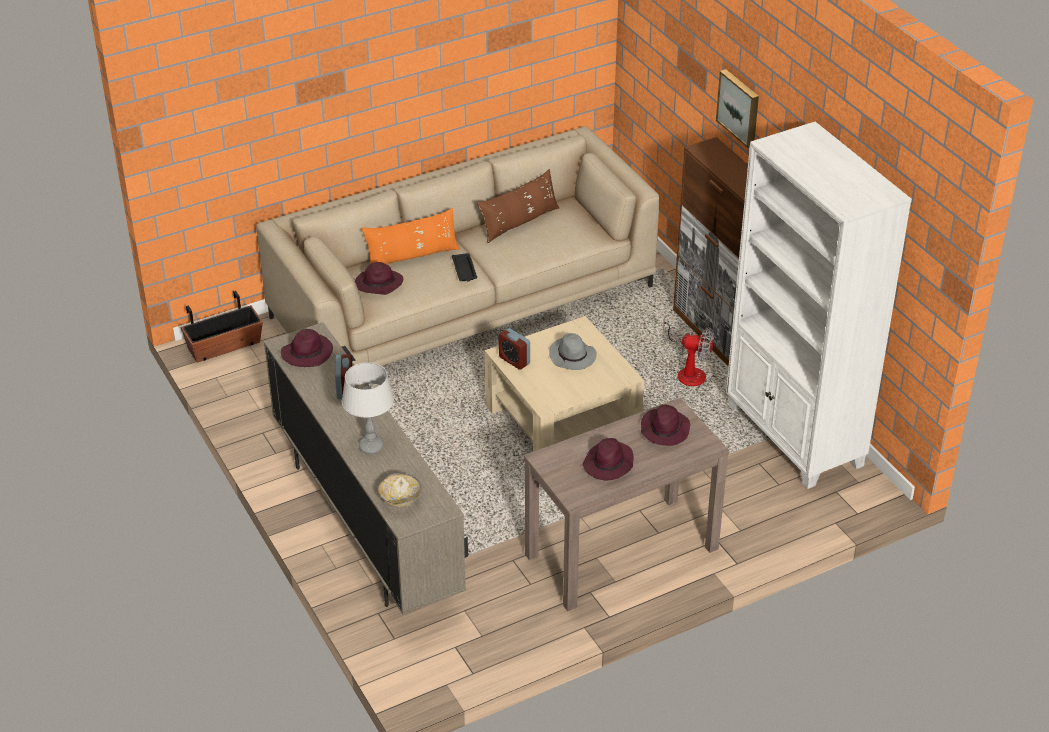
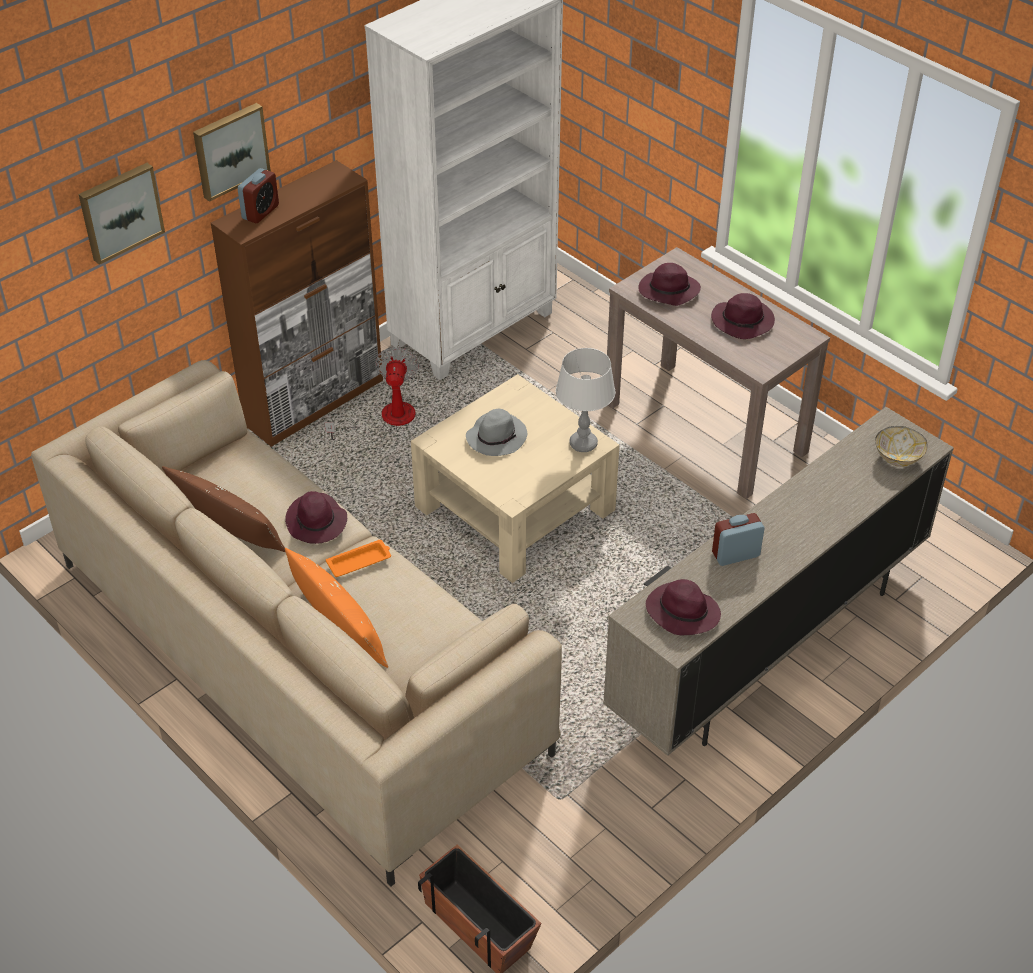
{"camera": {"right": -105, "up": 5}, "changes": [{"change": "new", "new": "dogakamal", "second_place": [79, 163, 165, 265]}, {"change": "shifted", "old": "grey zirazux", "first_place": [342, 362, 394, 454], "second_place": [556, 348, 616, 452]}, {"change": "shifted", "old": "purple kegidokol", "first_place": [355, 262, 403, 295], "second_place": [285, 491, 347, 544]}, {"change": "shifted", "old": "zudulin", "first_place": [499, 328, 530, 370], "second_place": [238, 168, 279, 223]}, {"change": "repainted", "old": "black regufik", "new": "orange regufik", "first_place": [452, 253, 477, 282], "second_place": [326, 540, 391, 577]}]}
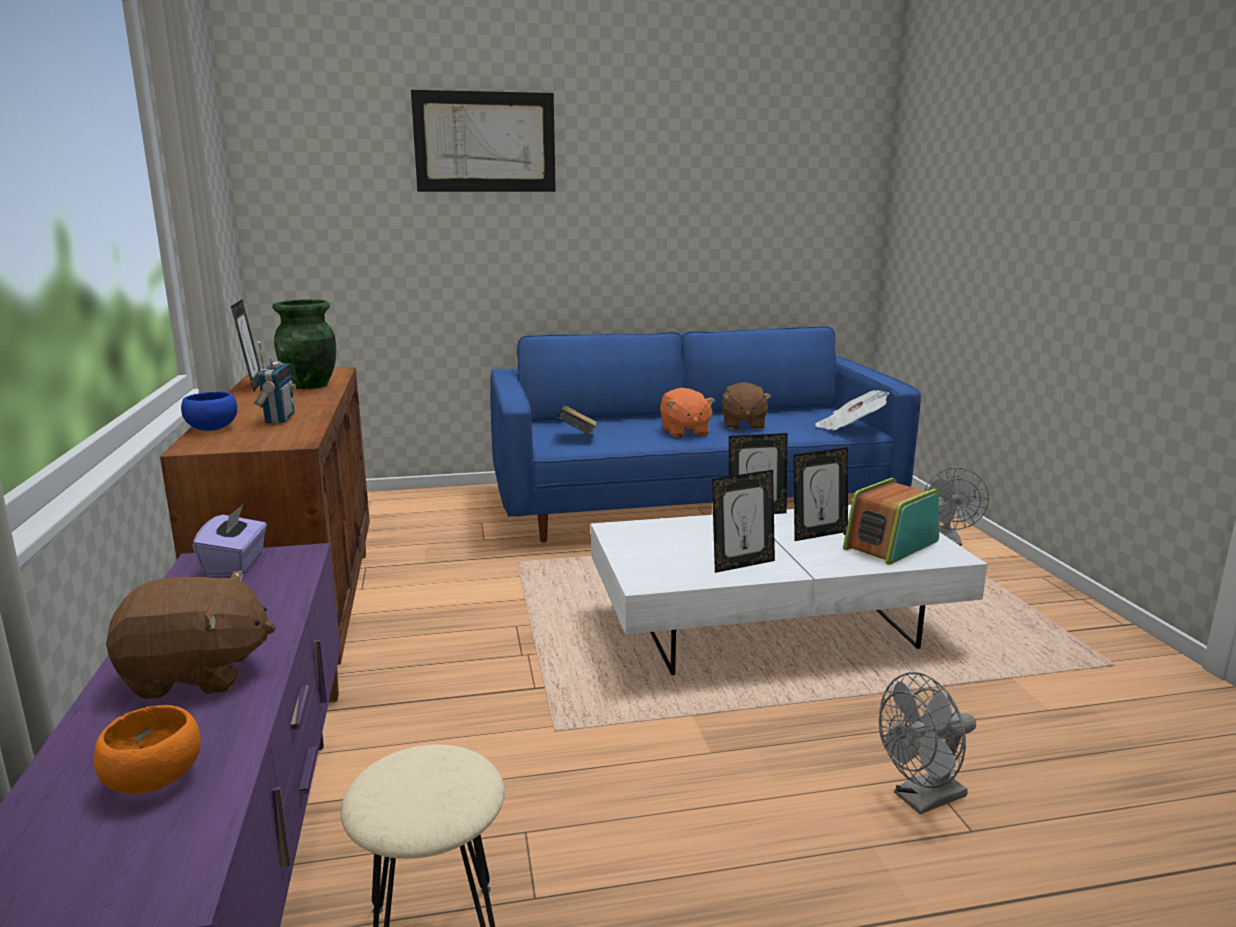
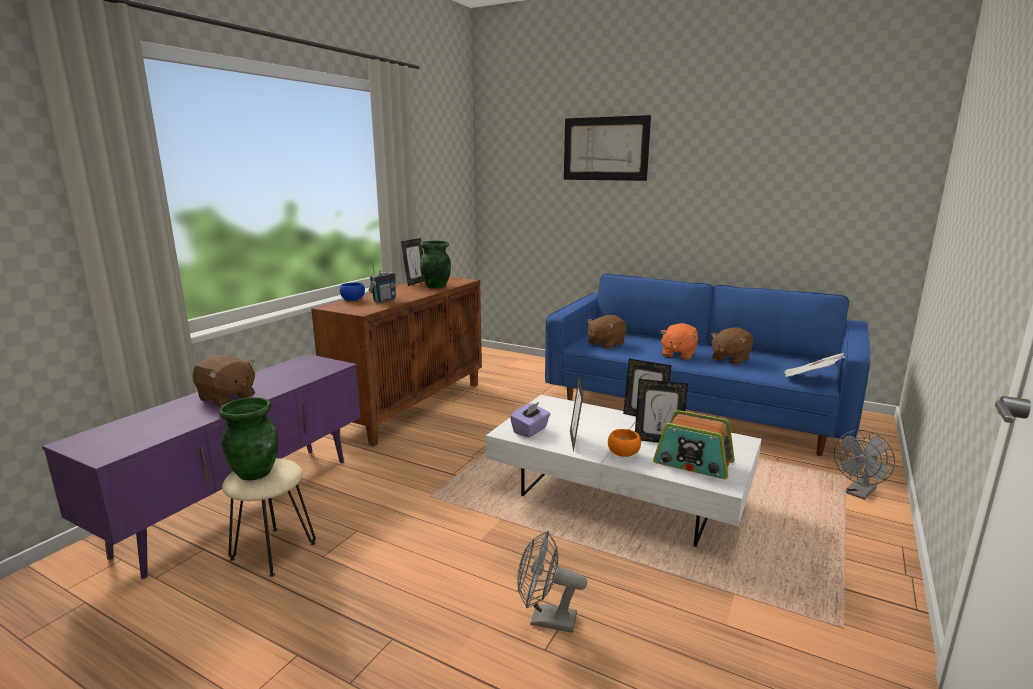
{"camera": {"right": 40, "up": 0}, "changes": [{"change": "new", "new": "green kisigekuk", "second_place": [219, 397, 278, 481]}, {"change": "shifted", "old": "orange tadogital", "first_place": [94, 705, 201, 794], "second_place": [608, 429, 641, 457]}, {"change": "shifted", "old": "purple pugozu", "first_place": [193, 505, 267, 577], "second_place": [510, 402, 550, 438]}, {"change": "swapped", "old": "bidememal", "new": "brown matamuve", "first_place": [557, 406, 597, 436], "second_place": [587, 315, 627, 349]}, {"change": "rotated", "old": "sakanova", "first_place": [712, 470, 775, 573], "second_place": [570, 375, 584, 452], "degrees": 75}, {"change": "rotated", "old": "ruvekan", "first_place": [843, 478, 939, 565], "second_place": [653, 410, 735, 479], "degrees": -150}]}
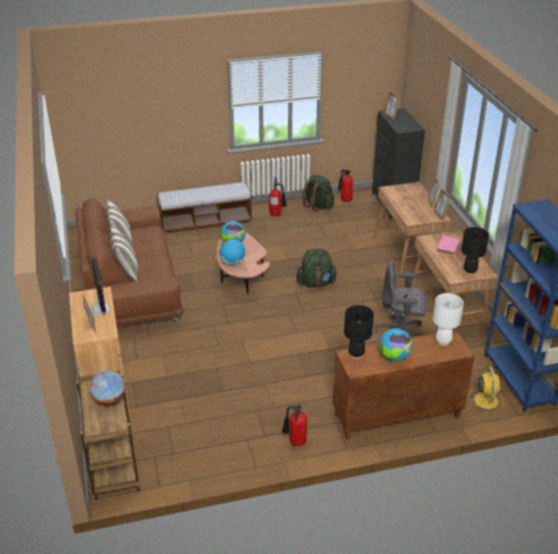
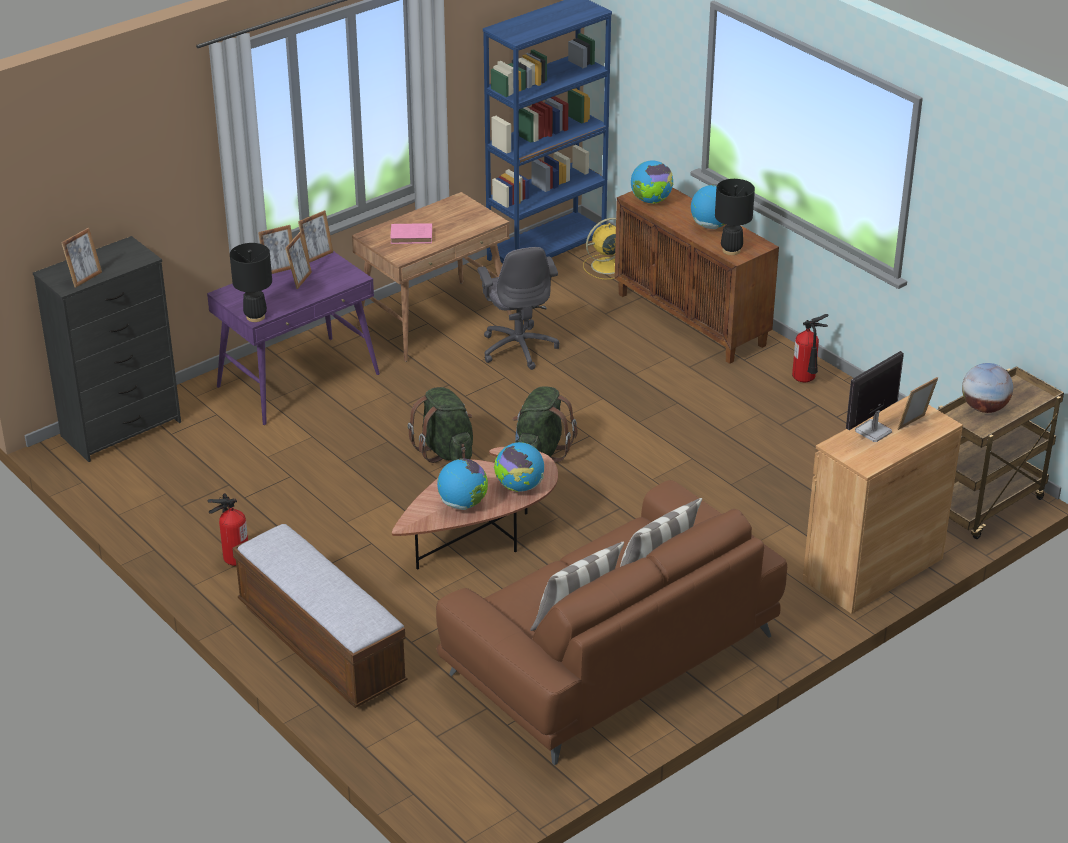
{"camera": {"right": -115, "up": 0}, "changes": [{"change": "gone", "old": "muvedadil", "first_place": [338, 169, 353, 202]}, {"change": "new", "new": "sakanova", "second_place": [285, 232, 312, 289]}, {"change": "shifted", "old": "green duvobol", "first_place": [302, 175, 334, 211], "second_place": [512, 386, 578, 462]}, {"change": "shifted", "old": "black zirazux", "first_place": [461, 227, 489, 275], "second_place": [230, 243, 272, 322]}, {"change": "swapped", "old": "white zirazux", "new": "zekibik", "first_place": [433, 293, 464, 347], "second_place": [631, 160, 673, 204]}, {"change": "repainted", "old": "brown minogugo", "new": "purple minogugo", "first_place": [373, 182, 451, 280], "second_place": [207, 251, 380, 425]}]}
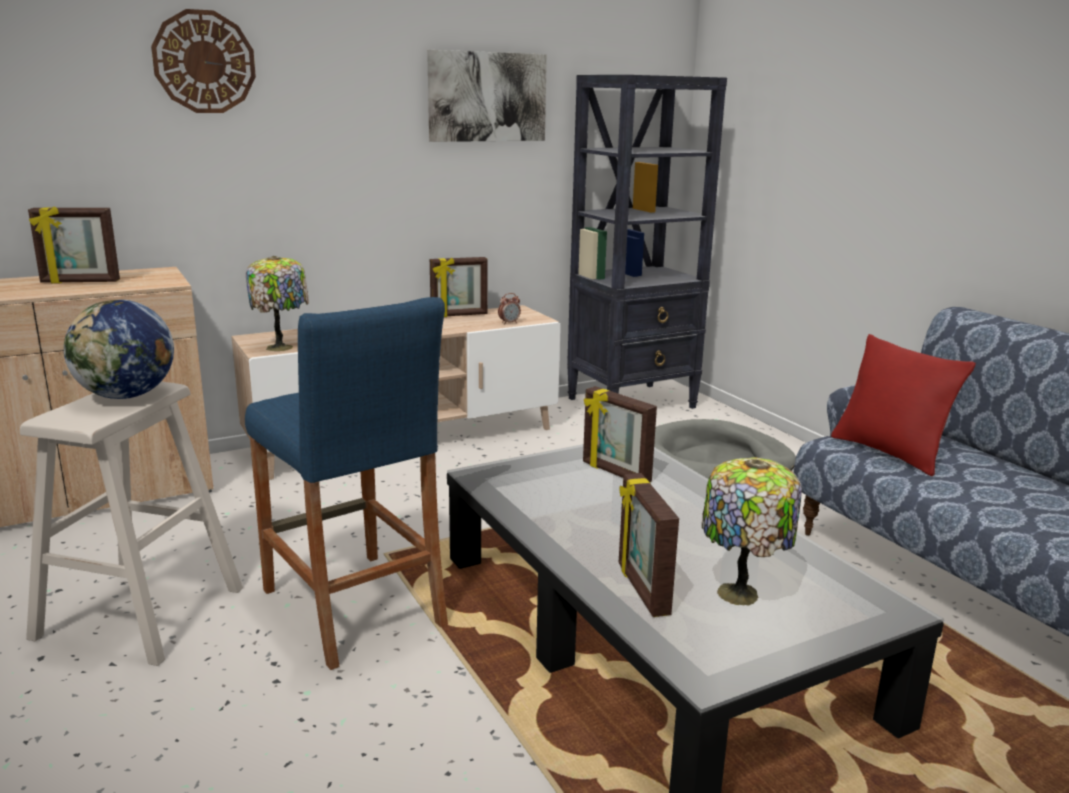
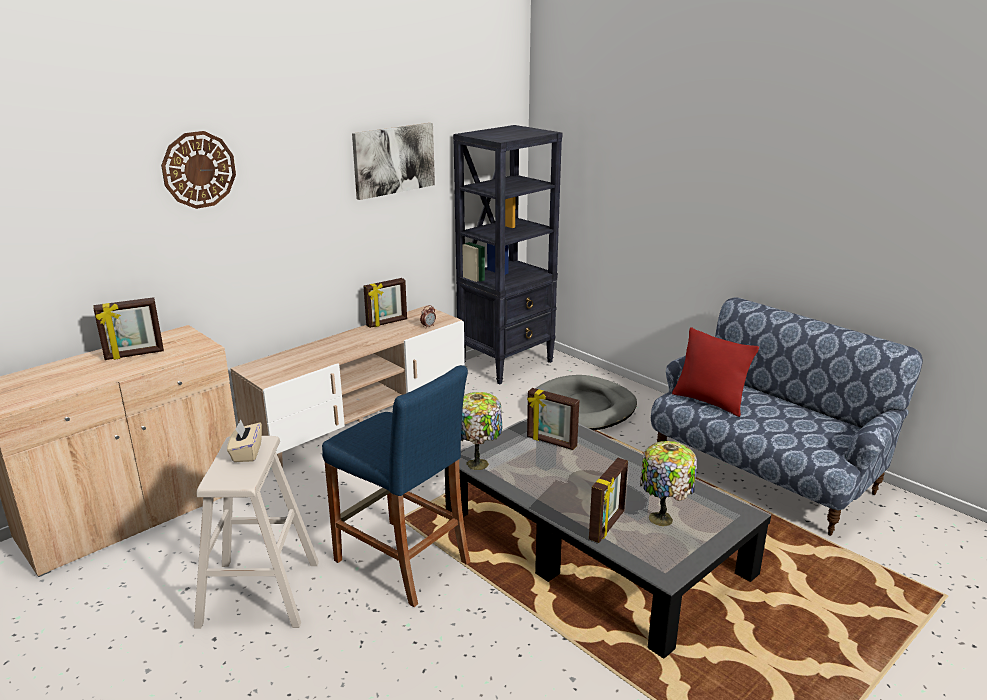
{"camera": {"right": -15, "up": 5}, "changes": [{"change": "shifted", "old": "zirazux", "first_place": [246, 256, 309, 351], "second_place": [461, 392, 502, 470]}, {"change": "swapped", "old": "zekibik", "new": "beige pugozu", "first_place": [64, 299, 174, 399], "second_place": [227, 420, 262, 462]}, {"change": "rotated", "old": "sakanova", "first_place": [619, 473, 679, 617], "second_place": [589, 458, 628, 543], "degrees": -120}]}
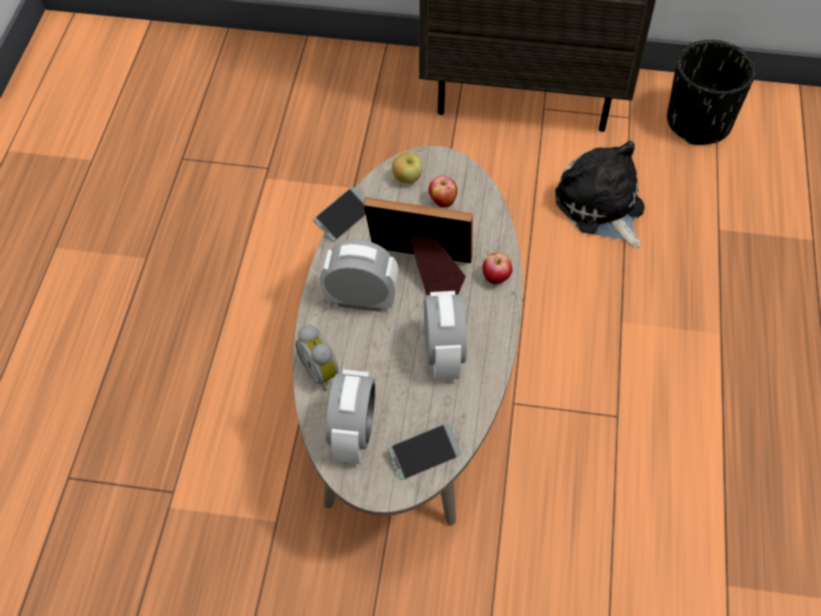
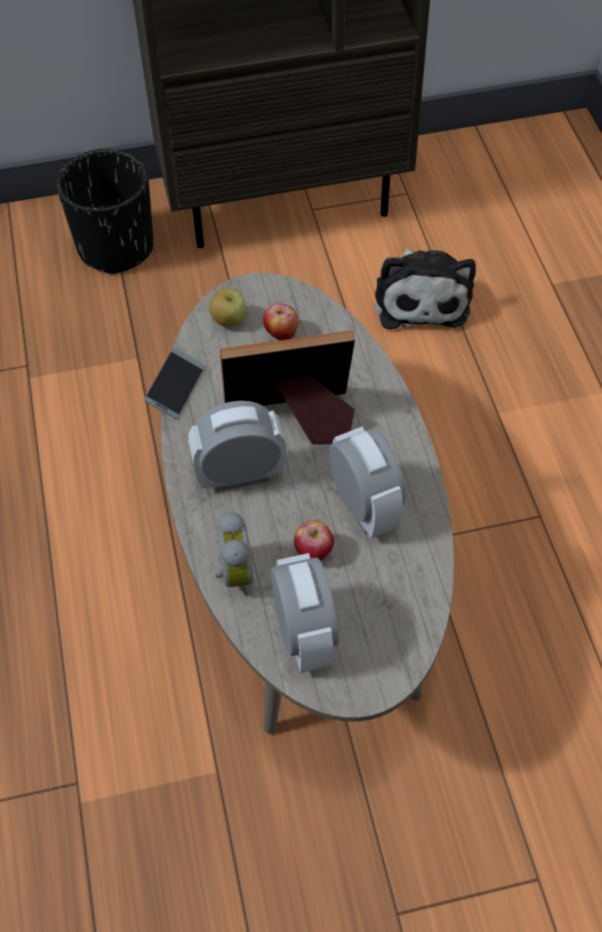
{"camera": {"right": -20, "up": 0}, "changes": [{"change": "gone", "old": "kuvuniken", "first_place": [388, 423, 461, 480]}, {"change": "shifted", "old": "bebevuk", "first_place": [483, 252, 512, 285], "second_place": [294, 520, 334, 561]}, {"change": "shifted", "old": "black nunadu", "first_place": [667, 40, 756, 145], "second_place": [56, 148, 153, 275]}, {"change": "rotated", "old": "zudulin", "first_place": [295, 325, 339, 391], "second_place": [215, 512, 253, 596], "degrees": -135}, {"change": "rotated", "old": "matamuve", "first_place": [555, 141, 644, 247], "second_place": [375, 249, 476, 329], "degrees": -135}]}
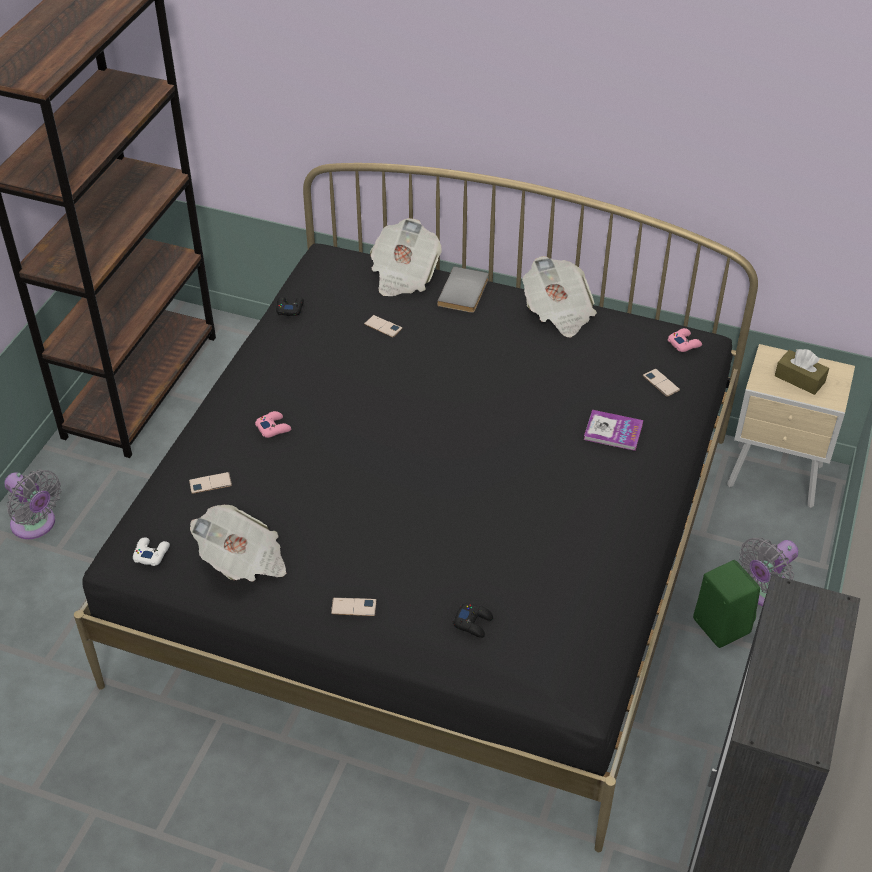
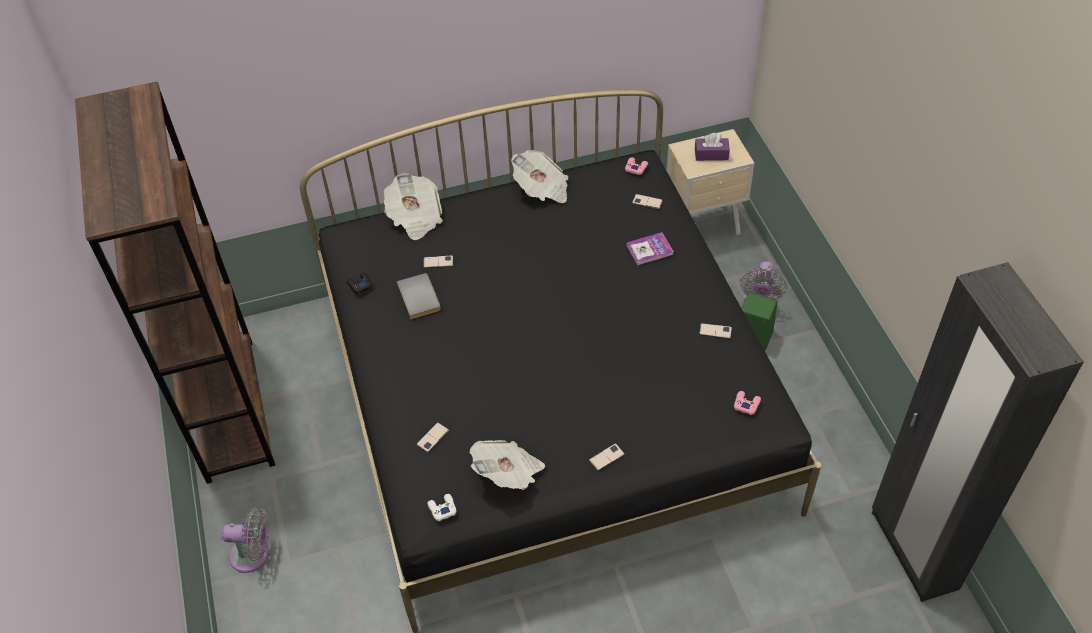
{"camera": {"right": -35, "up": 5}, "changes": [{"change": "gone", "old": "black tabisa", "first_place": [453, 603, 493, 638]}, {"change": "new", "new": "kuvuniken", "second_place": [699, 323, 732, 338]}, {"change": "shifted", "old": "pink tabisa", "first_place": [255, 411, 291, 438], "second_place": [734, 391, 761, 415]}, {"change": "shifted", "old": "grey bidememal", "first_place": [437, 266, 489, 313], "second_place": [397, 273, 441, 319]}, {"change": "repainted", "old": "brown pugozu", "new": "purple pugozu", "first_place": [775, 349, 829, 395], "second_place": [695, 133, 730, 161]}]}
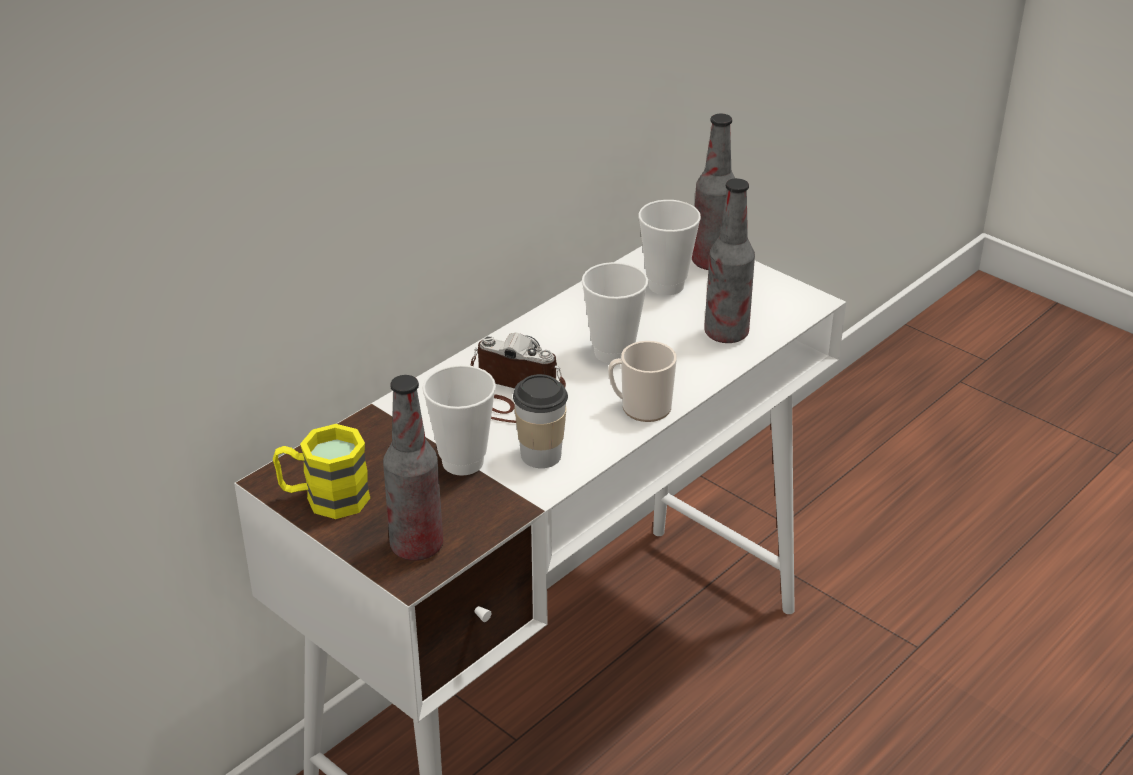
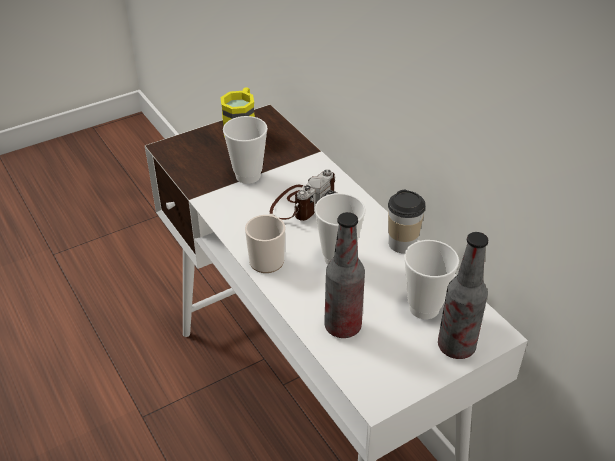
{"camera": {"right": 105, "up": 5}, "changes": [{"change": "gone", "old": "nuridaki", "first_place": [383, 375, 443, 561]}, {"change": "shifted", "old": "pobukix", "first_place": [513, 374, 568, 468], "second_place": [388, 190, 426, 253]}]}
